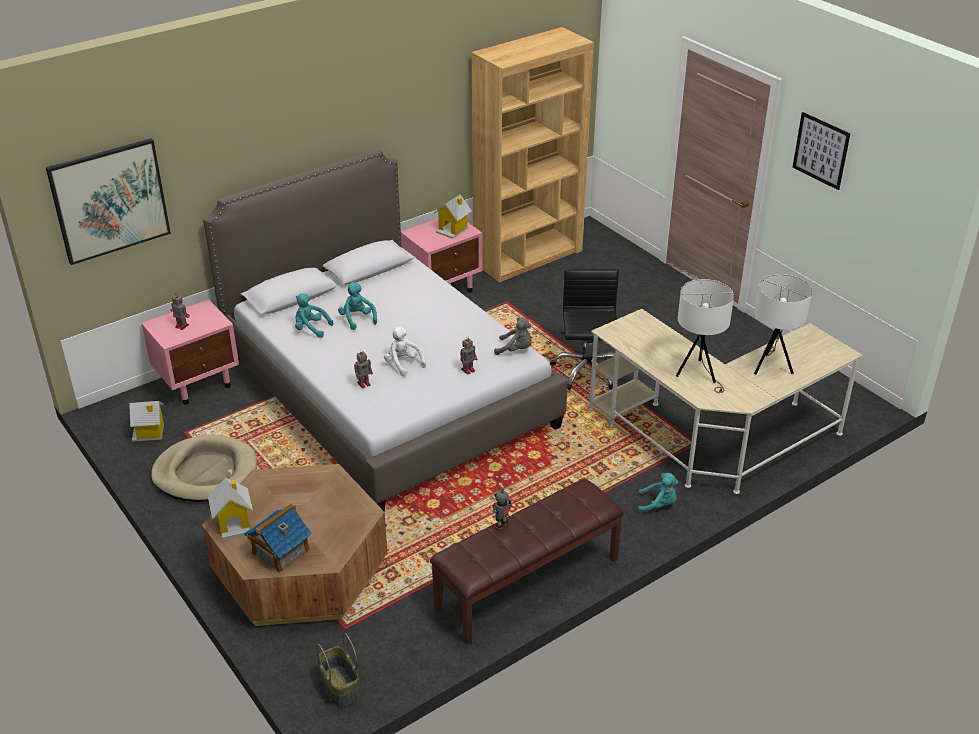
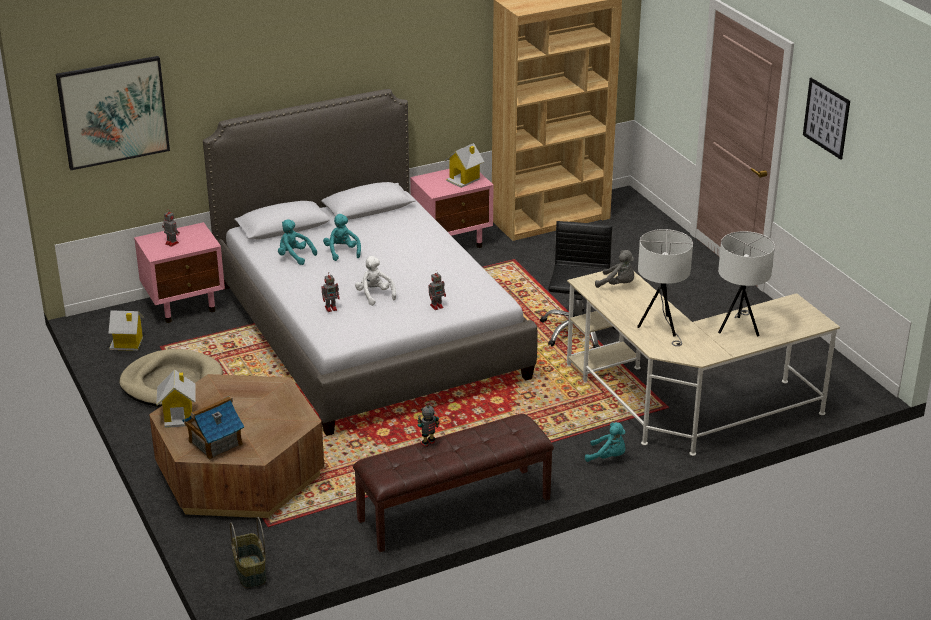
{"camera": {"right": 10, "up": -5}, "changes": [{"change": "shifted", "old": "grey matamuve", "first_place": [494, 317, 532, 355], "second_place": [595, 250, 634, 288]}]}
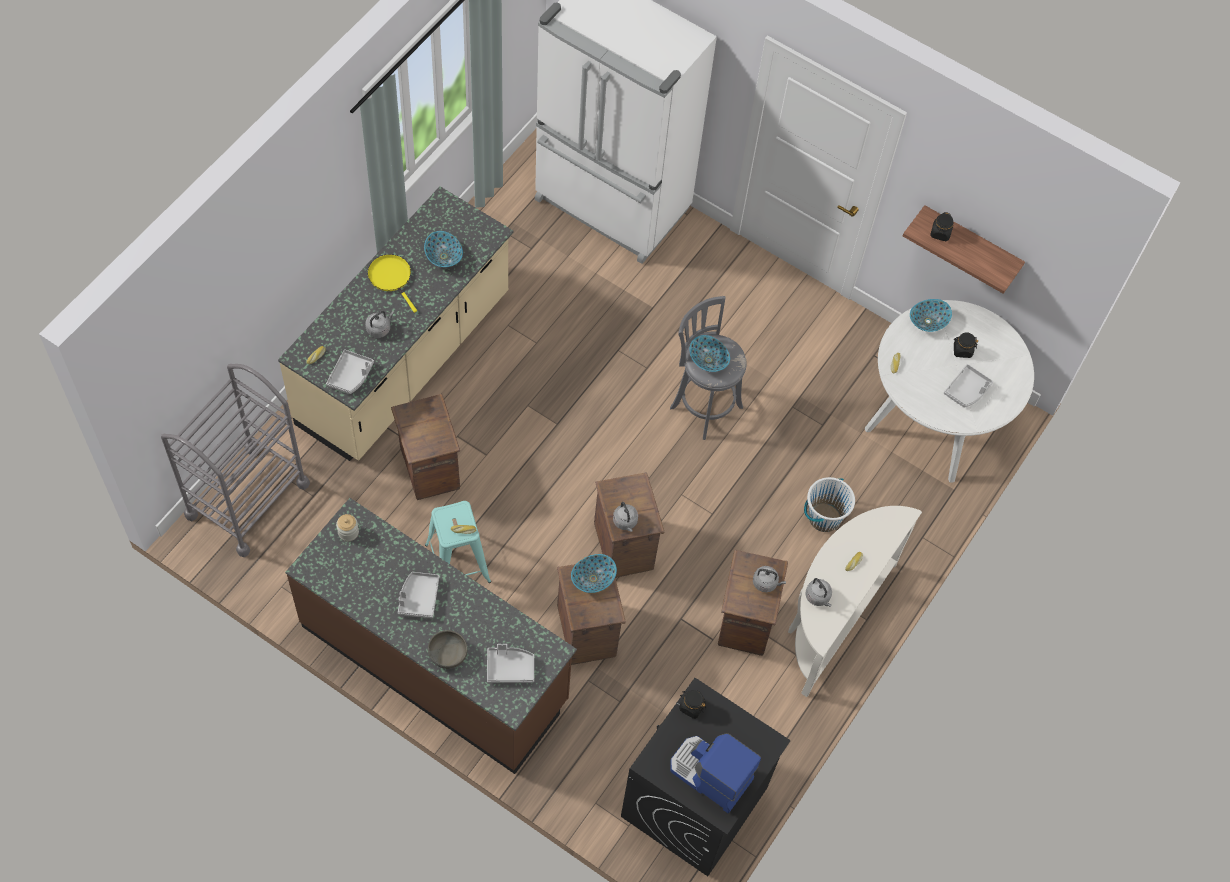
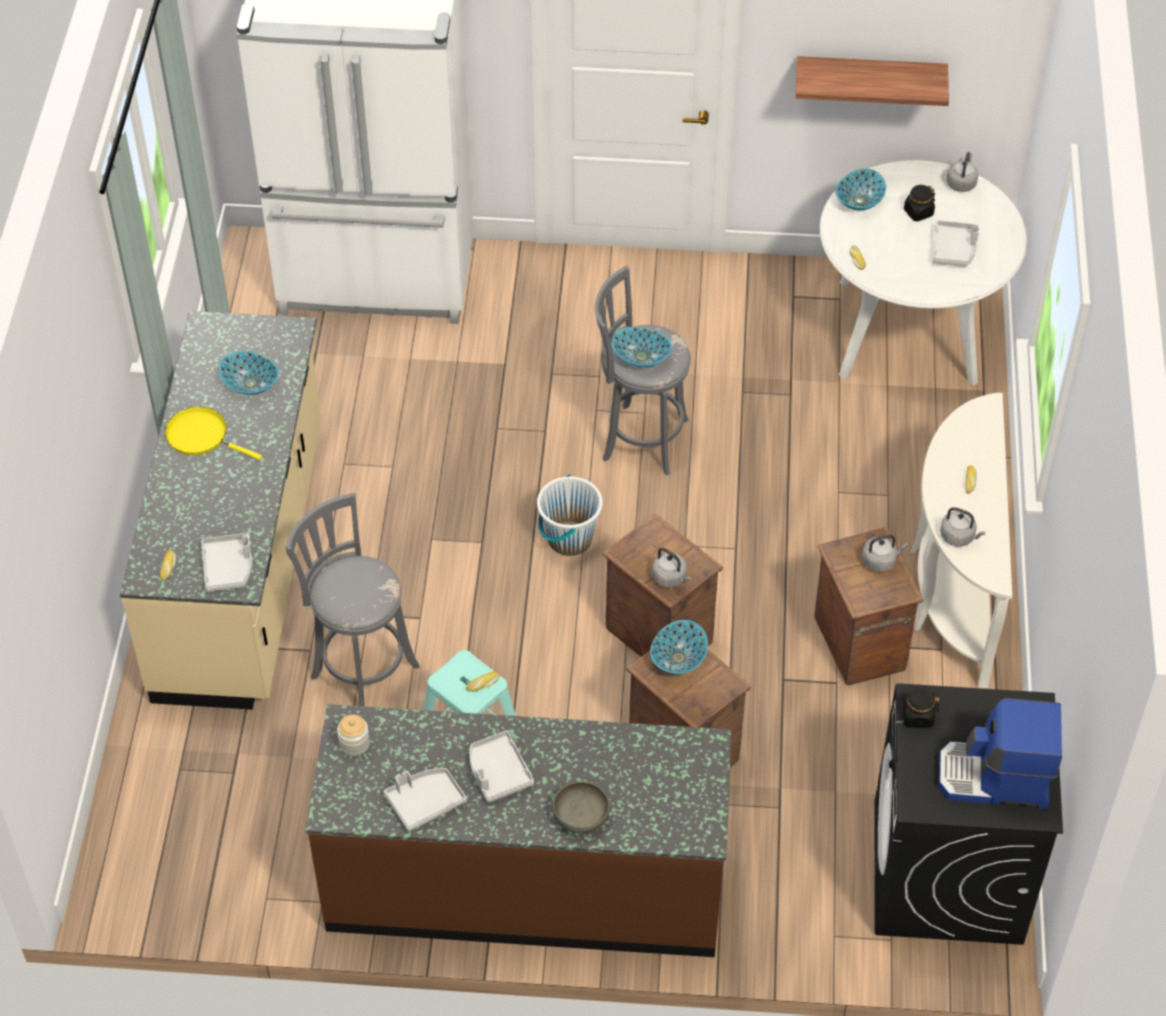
{"camera": {"right": -25, "up": -10}, "changes": [{"change": "gone", "old": "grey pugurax", "first_place": [161, 364, 310, 557]}, {"change": "gone", "old": "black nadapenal", "first_place": [930, 212, 954, 241]}, {"change": "shifted", "old": "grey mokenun", "first_place": [365, 311, 394, 338], "second_place": [946, 152, 978, 192]}, {"change": "shifted", "old": "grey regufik", "first_place": [487, 644, 534, 683], "second_place": [384, 768, 467, 831]}, {"change": "shifted", "old": "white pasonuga", "first_place": [804, 477, 855, 532], "second_place": [537, 474, 603, 556]}, {"change": "swapped", "old": "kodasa", "new": "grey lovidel", "first_place": [391, 394, 460, 500], "second_place": [286, 493, 420, 707]}]}
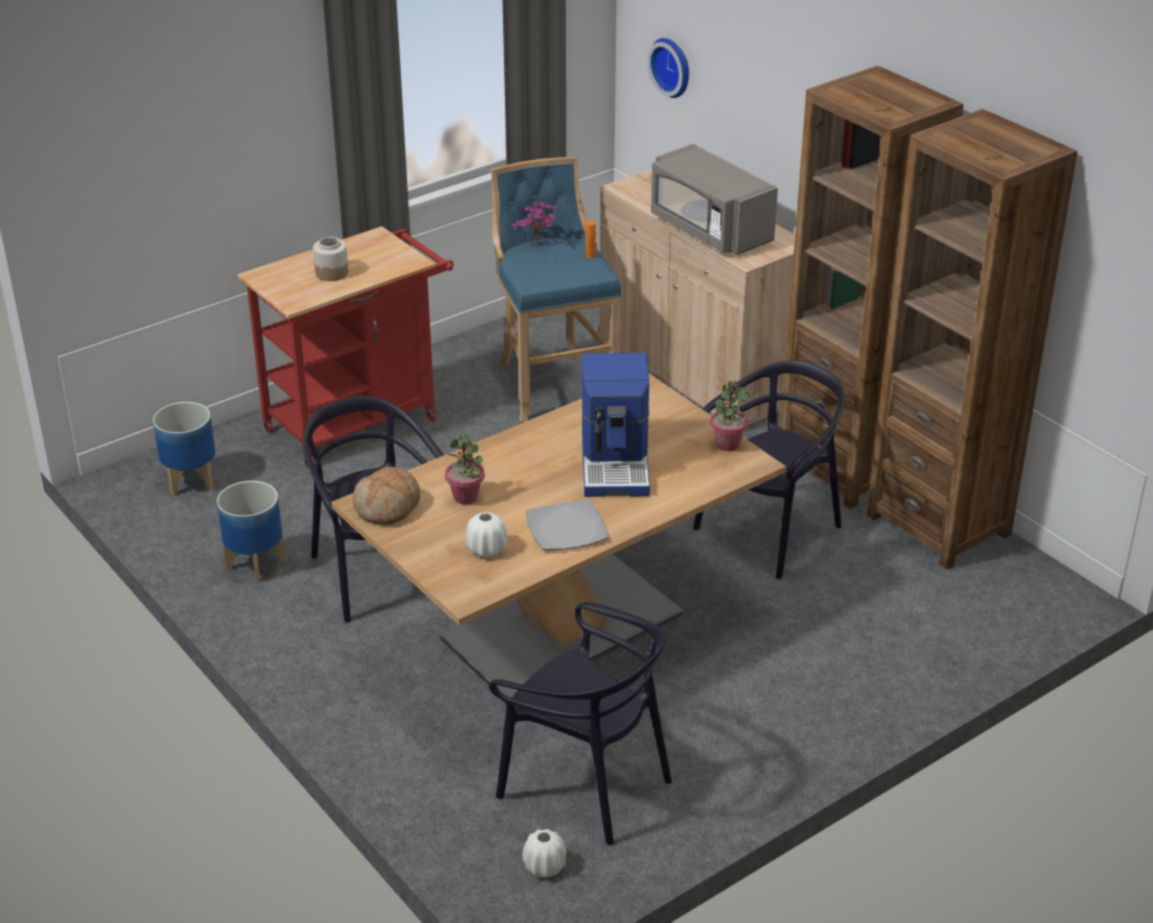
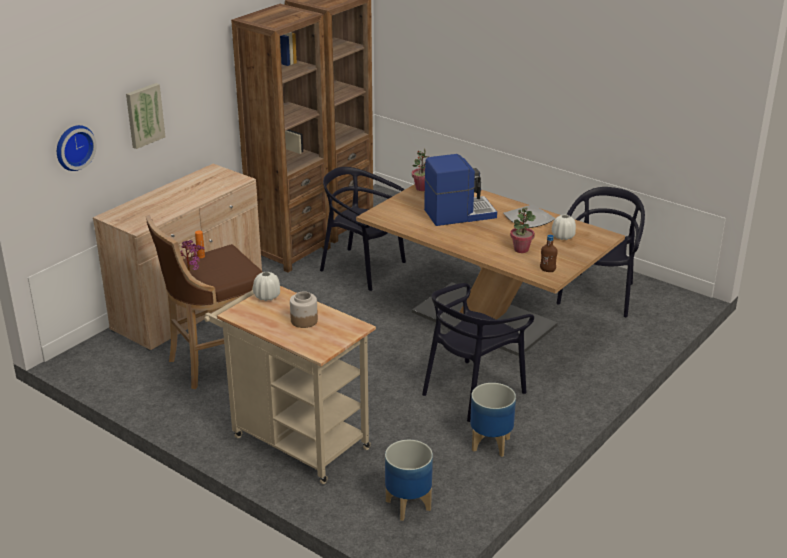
{"camera": {"right": -105, "up": -5}, "changes": [{"change": "gone", "old": "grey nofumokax", "first_place": [651, 144, 778, 255]}, {"change": "new", "new": "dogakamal", "second_place": [126, 83, 165, 149]}, {"change": "shifted", "old": "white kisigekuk", "first_place": [522, 829, 566, 877], "second_place": [253, 272, 280, 301]}, {"change": "swapped", "old": "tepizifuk", "new": "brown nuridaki", "first_place": [353, 467, 420, 524], "second_place": [540, 235, 558, 272]}, {"change": "repainted", "old": "red pugurax", "new": "beige pugurax", "first_place": [237, 226, 453, 469], "second_place": [204, 286, 376, 484]}, {"change": "repainted", "old": "blue lovidel", "new": "brown lovidel", "first_place": [491, 157, 622, 422], "second_place": [145, 214, 263, 389]}]}
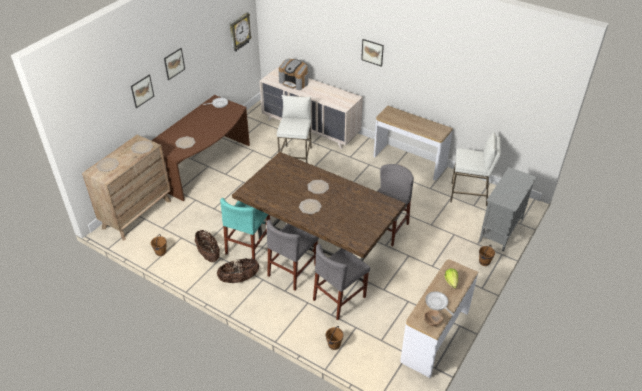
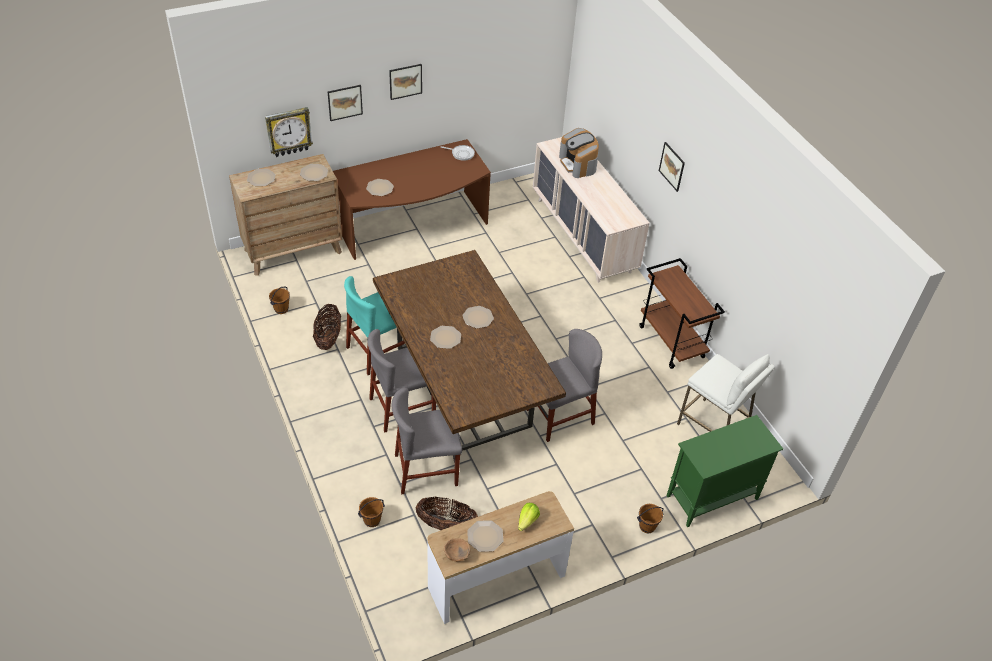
{"camera": {"right": 30, "up": 5}, "changes": [{"change": "gone", "old": "white lovidel", "first_place": [277, 95, 312, 163]}, {"change": "shifted", "old": "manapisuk", "first_place": [217, 258, 259, 283], "second_place": [416, 497, 478, 530]}, {"change": "shifted", "old": "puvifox", "first_place": [230, 12, 252, 51], "second_place": [265, 107, 313, 157]}, {"change": "swapped", "old": "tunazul", "new": "brown pugurax", "first_place": [374, 105, 453, 180], "second_place": [639, 258, 725, 369]}, {"change": "swapped", "old": "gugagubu", "new": "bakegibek", "first_place": [425, 291, 454, 316], "second_place": [467, 520, 503, 552]}, {"change": "repainted", "old": "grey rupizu", "new": "green rupizu", "first_place": [479, 167, 537, 251], "second_place": [667, 415, 783, 527]}]}
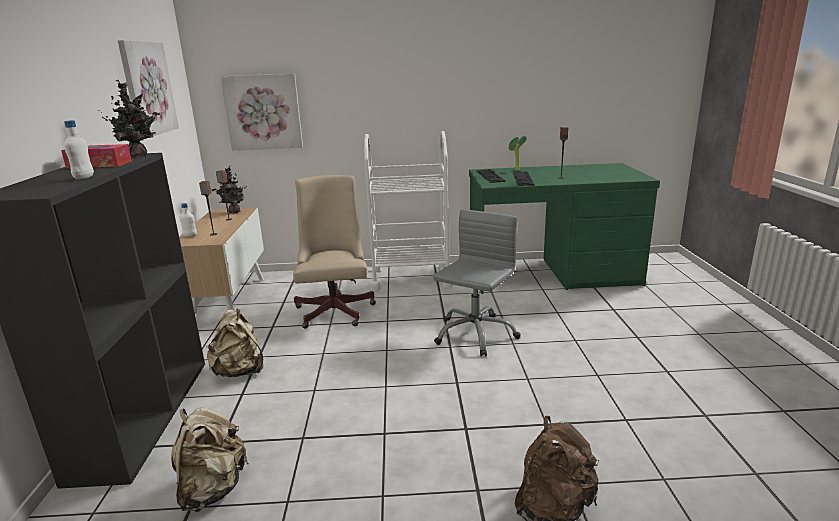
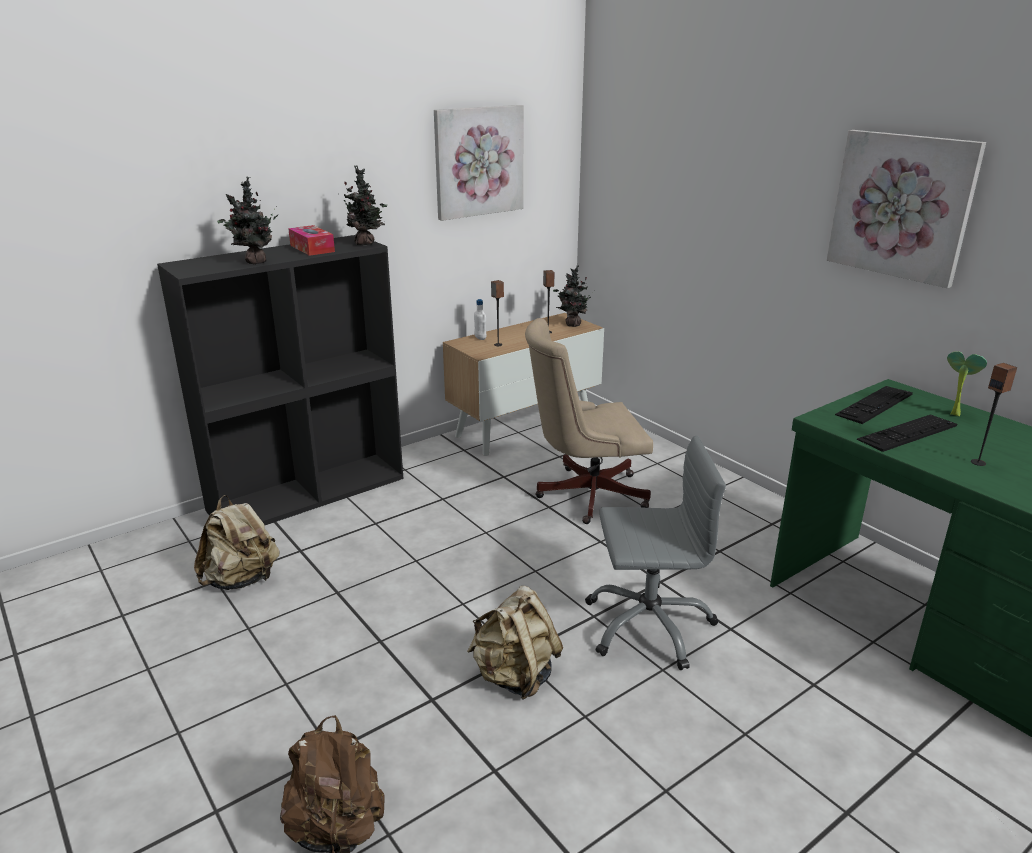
{"camera": {"right": 55, "up": 5}, "changes": [{"change": "gone", "old": "white pugurax", "first_place": [364, 131, 452, 291]}, {"change": "shifted", "old": "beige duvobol", "first_place": [206, 308, 263, 377], "second_place": [467, 586, 563, 699]}, {"change": "shifted", "old": "dogakamal", "first_place": [220, 74, 303, 150], "second_place": [827, 130, 986, 288]}, {"change": "swapped", "old": "white nuridaki", "new": "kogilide", "first_place": [64, 120, 94, 180], "second_place": [217, 176, 278, 264]}, {"change": "rotated", "old": "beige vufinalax", "first_place": [293, 175, 376, 329], "second_place": [525, 318, 653, 524], "degrees": -150}]}
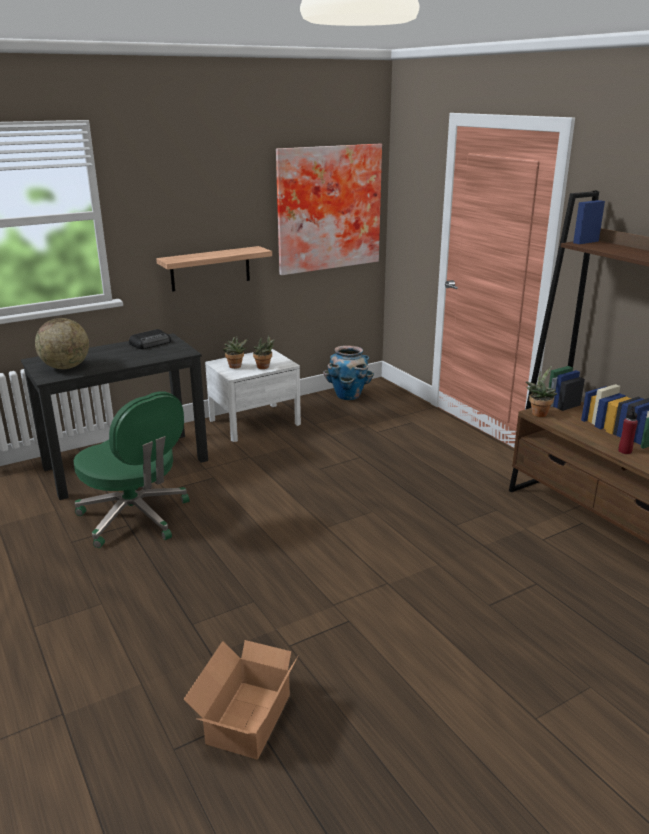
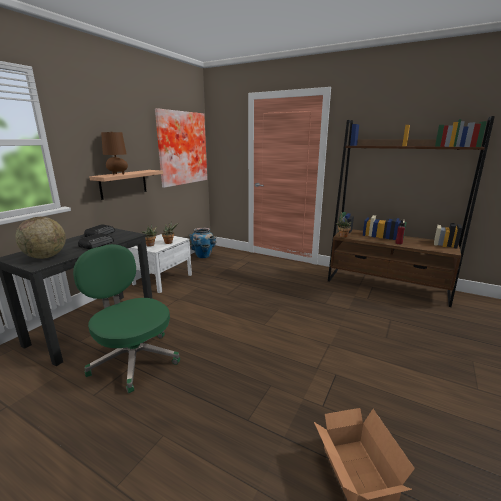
{"camera": {"right": -30, "up": -5}, "changes": [{"change": "new", "new": "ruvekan", "second_place": [78, 233, 114, 249]}, {"change": "new", "new": "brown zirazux", "second_place": [101, 132, 128, 174]}, {"change": "rotated", "old": "green vufinalax", "first_place": [73, 391, 190, 548], "second_place": [73, 244, 180, 393], "degrees": -150}]}
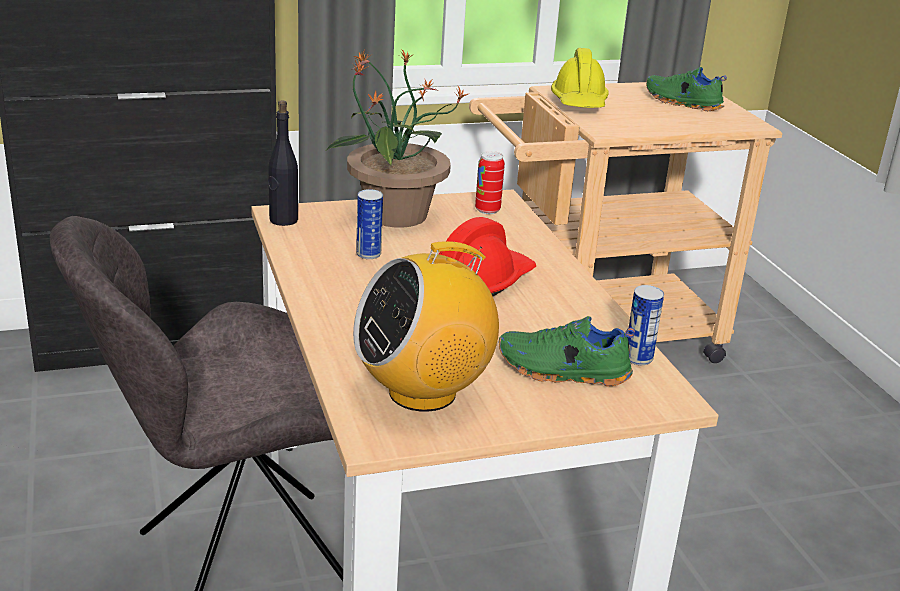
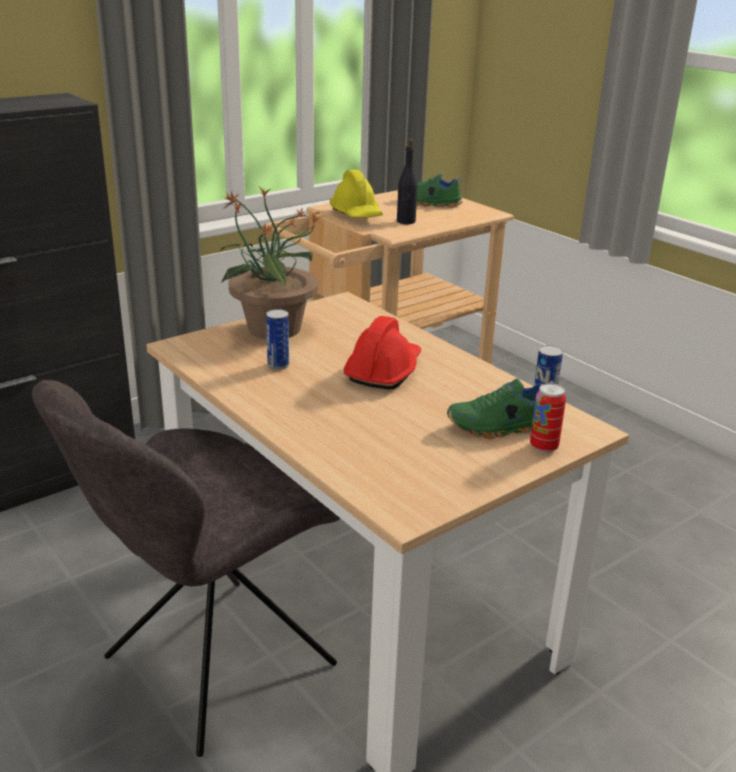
{"camera": {"right": -20, "up": 0}, "changes": [{"change": "gone", "old": "ruvekan", "first_place": [353, 241, 499, 412]}, {"change": "shifted", "old": "black nuridaki", "first_place": [268, 101, 298, 226], "second_place": [397, 139, 418, 224]}, {"change": "shifted", "old": "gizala", "first_place": [475, 151, 505, 214], "second_place": [530, 383, 566, 453]}]}
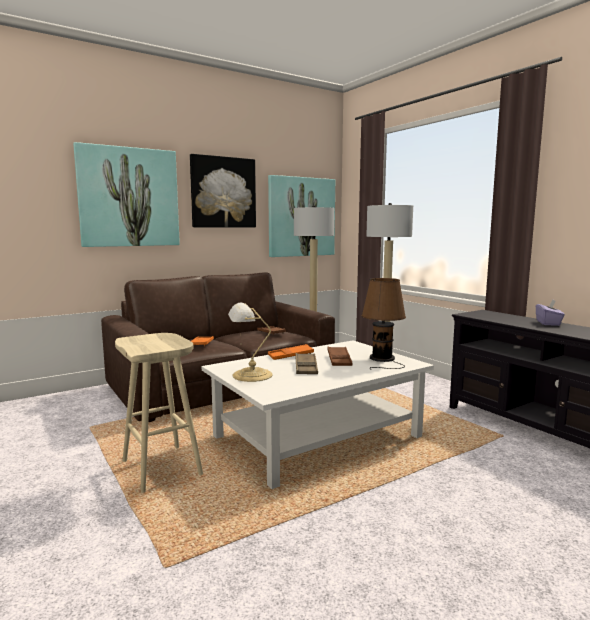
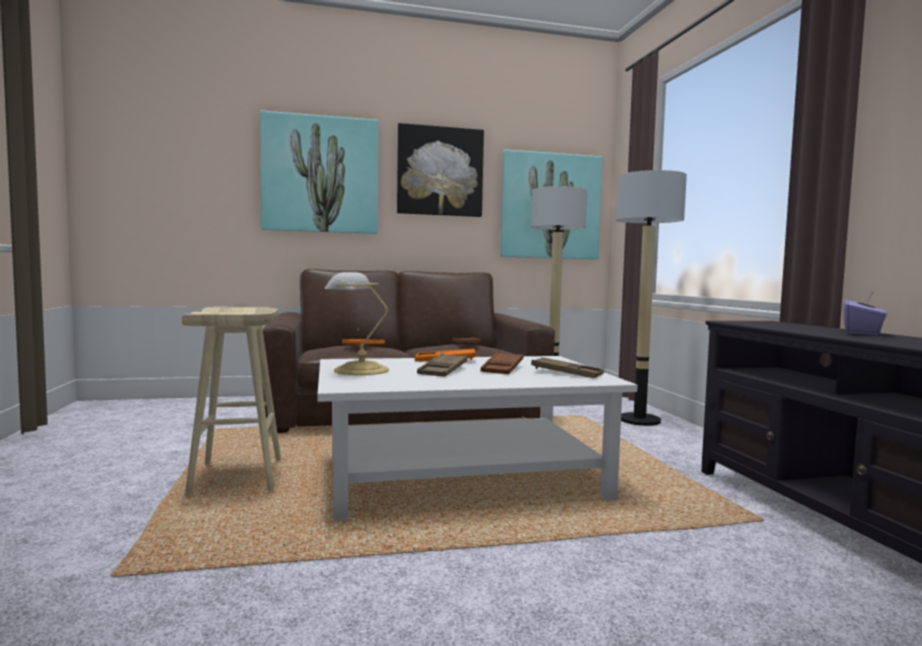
{"camera": {"right": 20, "up": -5}, "changes": [{"change": "swapped", "old": "brown zirazux", "new": "brown regufik", "first_place": [362, 278, 406, 369], "second_place": [531, 357, 604, 378]}]}
